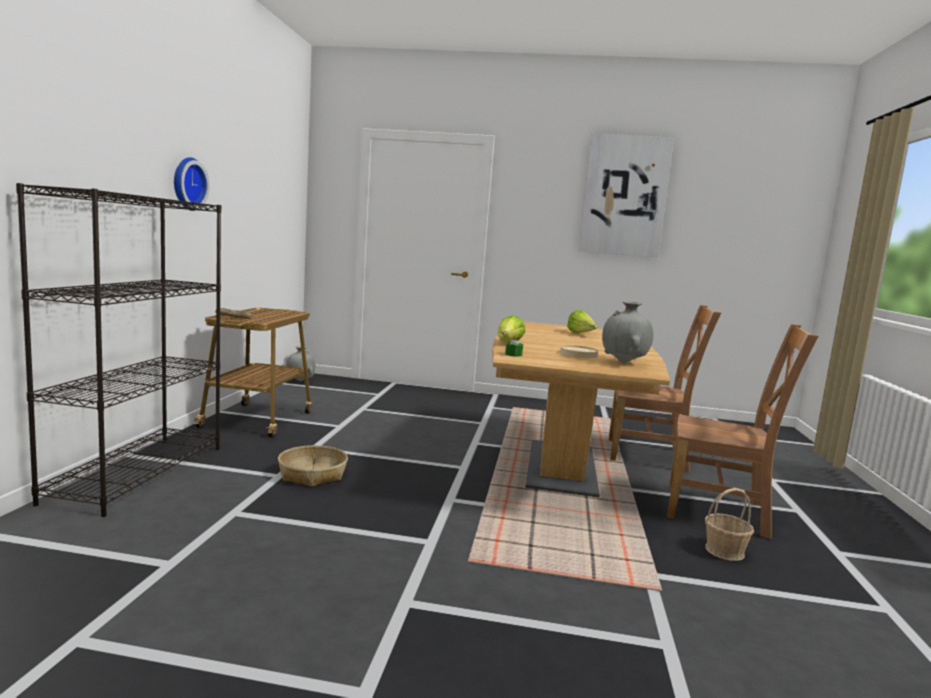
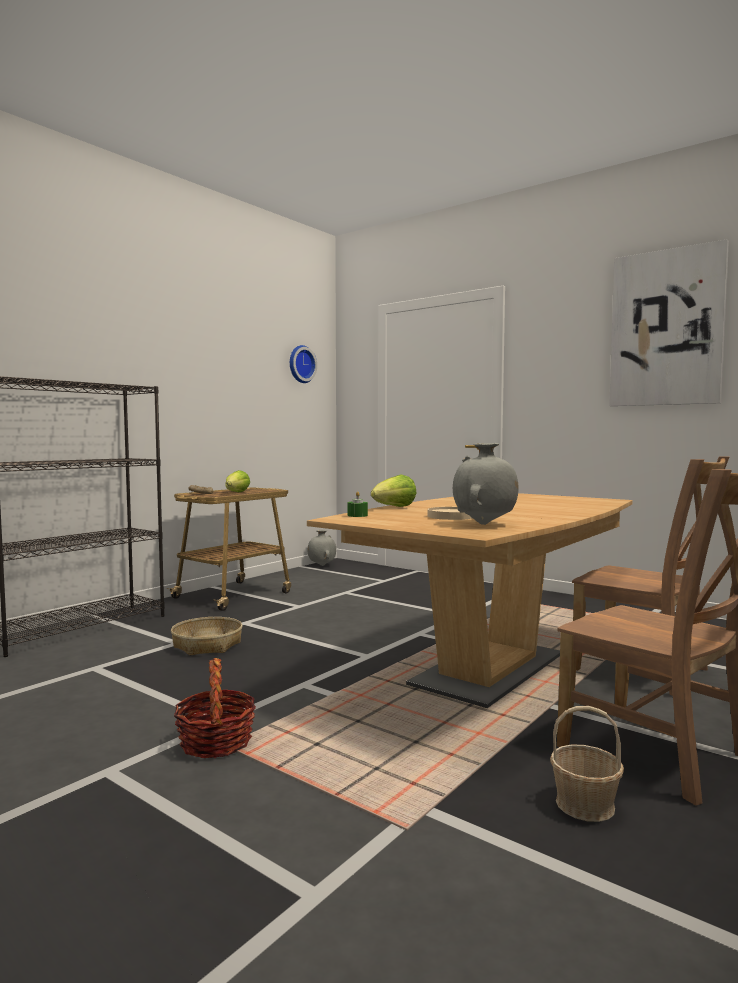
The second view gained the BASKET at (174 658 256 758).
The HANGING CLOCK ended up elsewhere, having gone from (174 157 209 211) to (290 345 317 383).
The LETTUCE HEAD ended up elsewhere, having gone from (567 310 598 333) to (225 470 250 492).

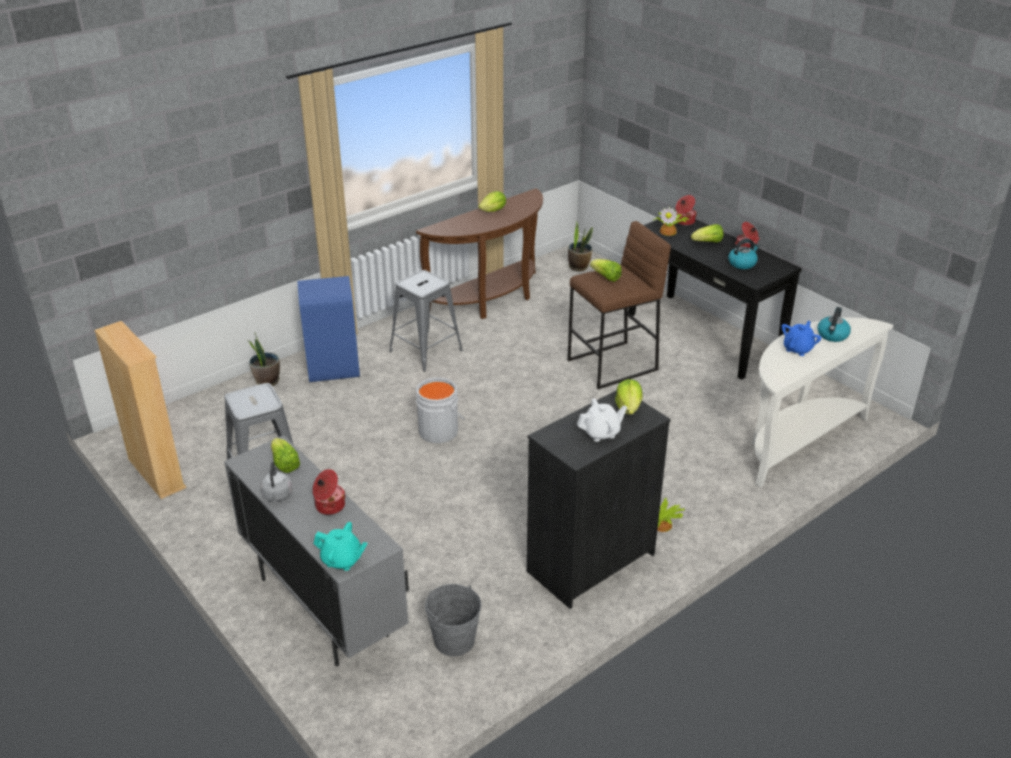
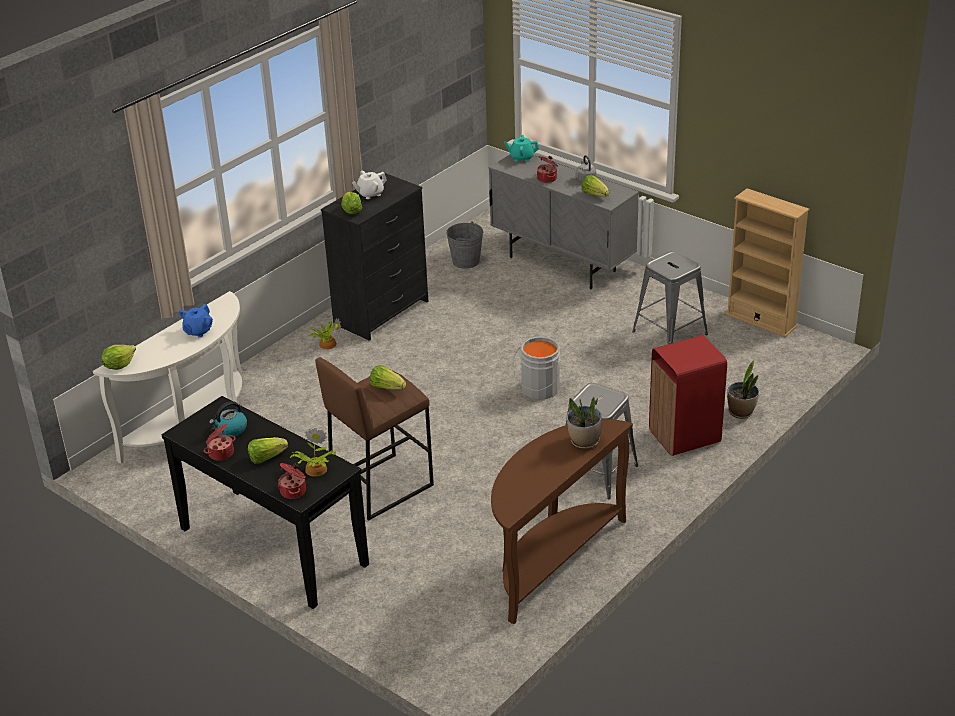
The second view lost the WATER KETTLE at (817 307 851 342).
The LETTUCE HEAD ended up elsewhere, having gone from (478 191 506 212) to (102 345 136 370).
The PLANT IN A POT ended up elsewhere, having gone from (568 221 593 271) to (567 396 602 449).
What was the BLUE RUBBISH BIN at (297 276 360 382) turned into the REDDISH RUBBISH BIN at (649 335 727 456).

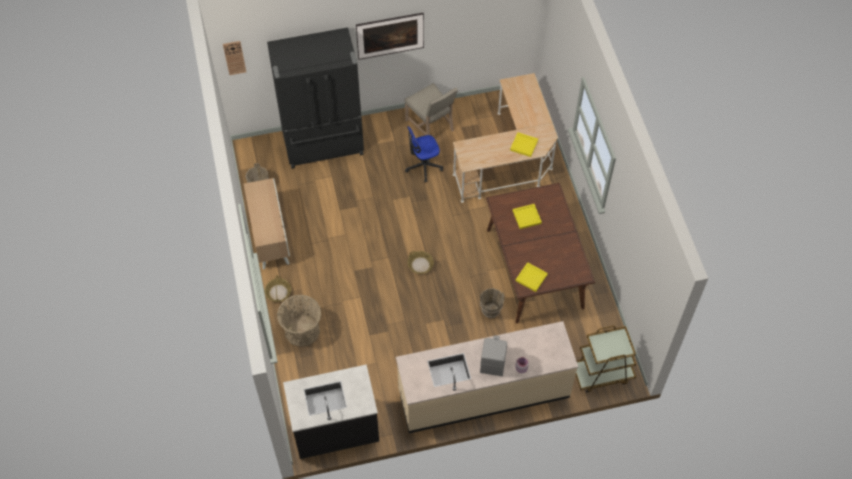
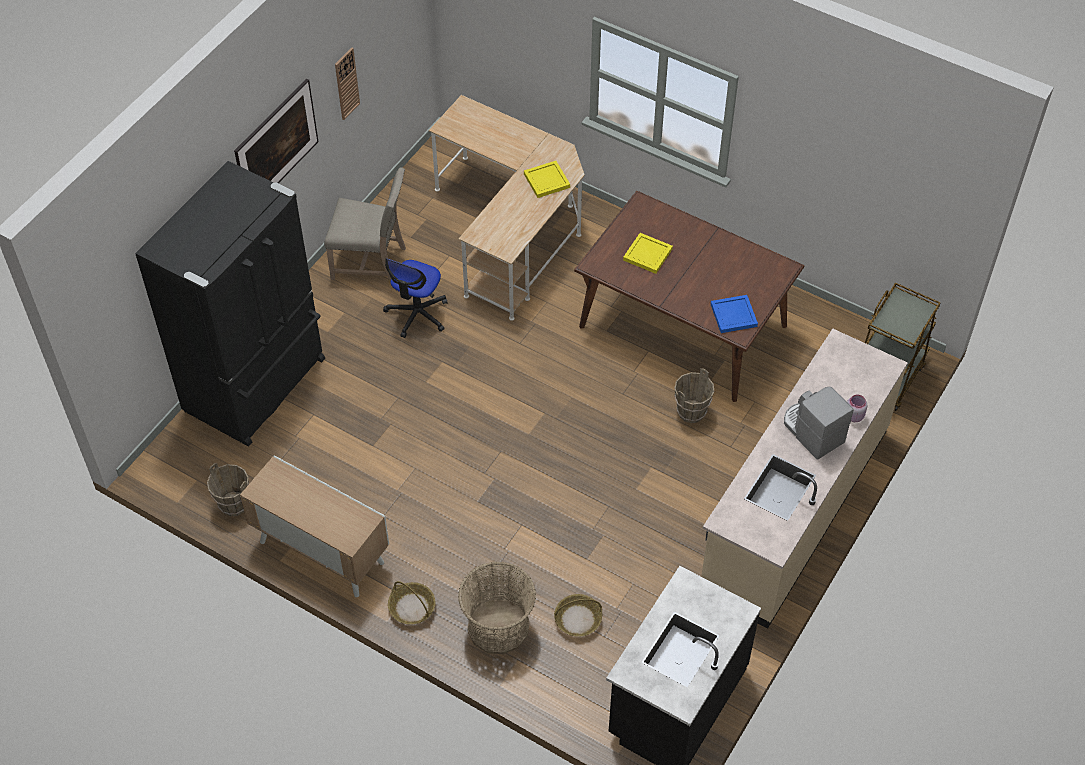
The HANGING CLOCK ended up elsewhere, having gone from (223 41 246 75) to (335 47 360 120).
The BASKET ended up elsewhere, having gone from (407 251 434 274) to (554 594 602 637).
What was the YELLOWISH TRAY at (515 262 548 292) turned into the BLUE TRAY at (711 295 758 333).

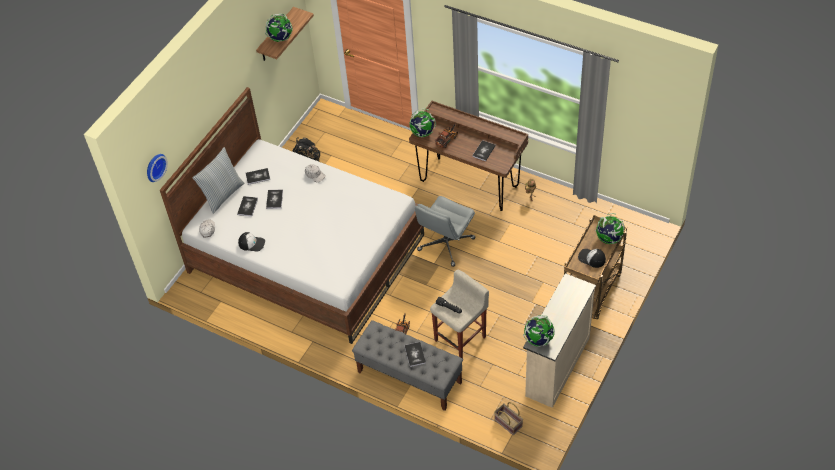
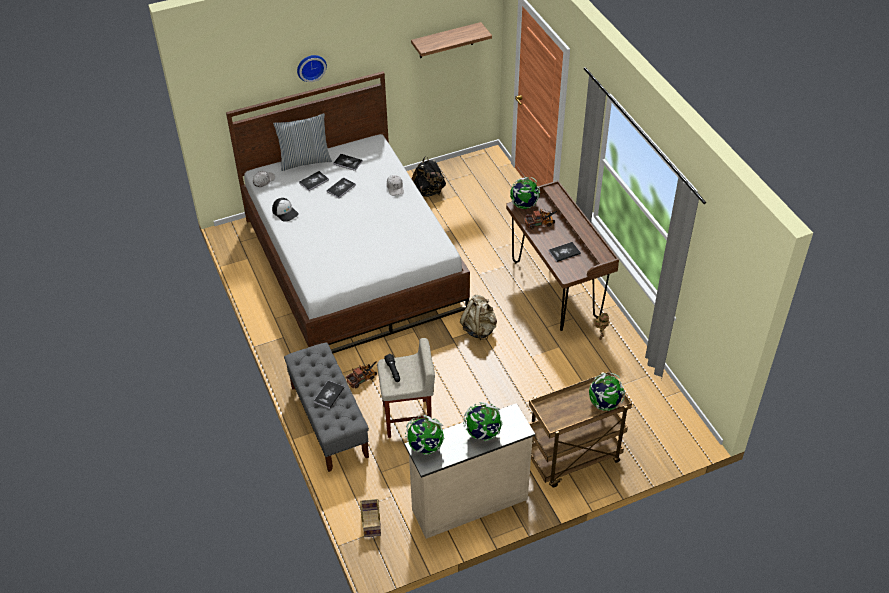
The second view lost the PEAKED CAP at (578 249 606 268).
The HANGING CLOCK ended up elsewhere, having gone from (147 154 168 182) to (297 55 327 82).
The GLOBE ended up elsewhere, having gone from (265 13 293 42) to (463 402 502 441).
Where the GREYISH COMPUTER CHAIR stood at (415 196 475 267), the BEIGE BACKPACK came to stand at (460 295 497 340).

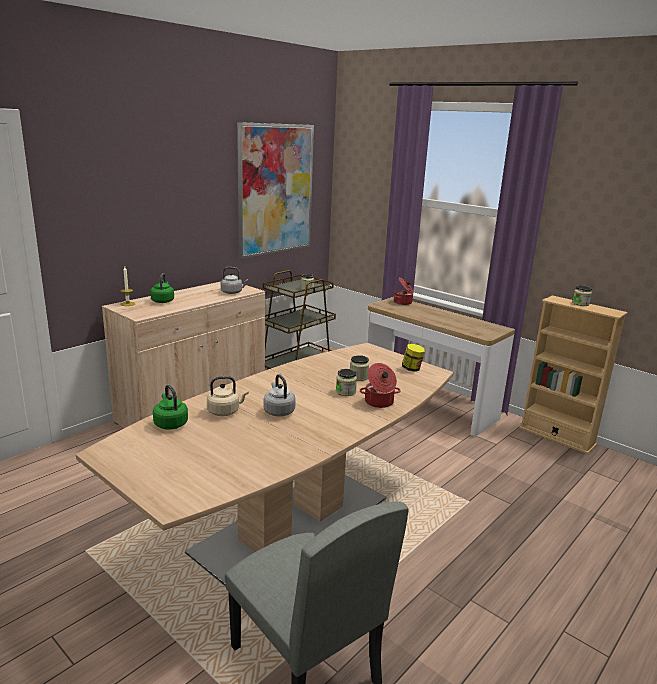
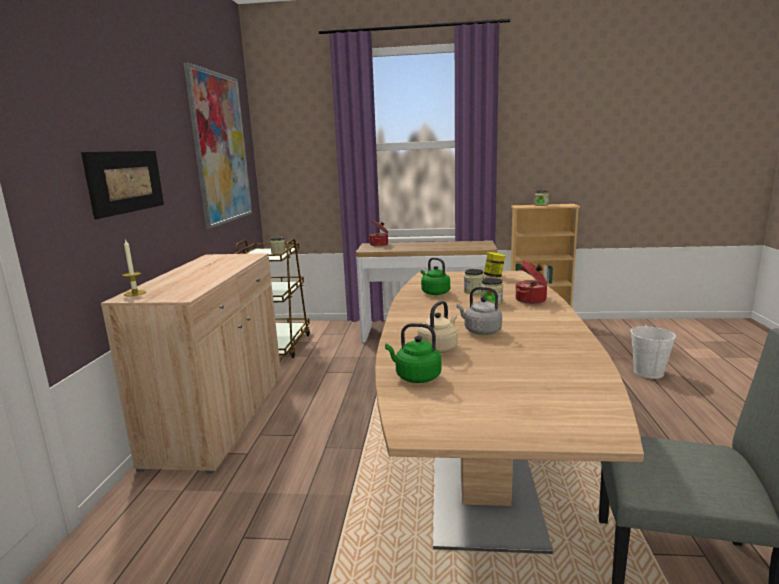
The second view lost the GREYISH WATER KETTLE at (221 267 248 294).
The second view gained the PICTURE at (81 151 164 219).
The second view gained the WHITISH BUCKET at (630 325 676 379).
The GREEN WATER KETTLE ended up elsewhere, having gone from (150 273 174 303) to (421 257 450 295).

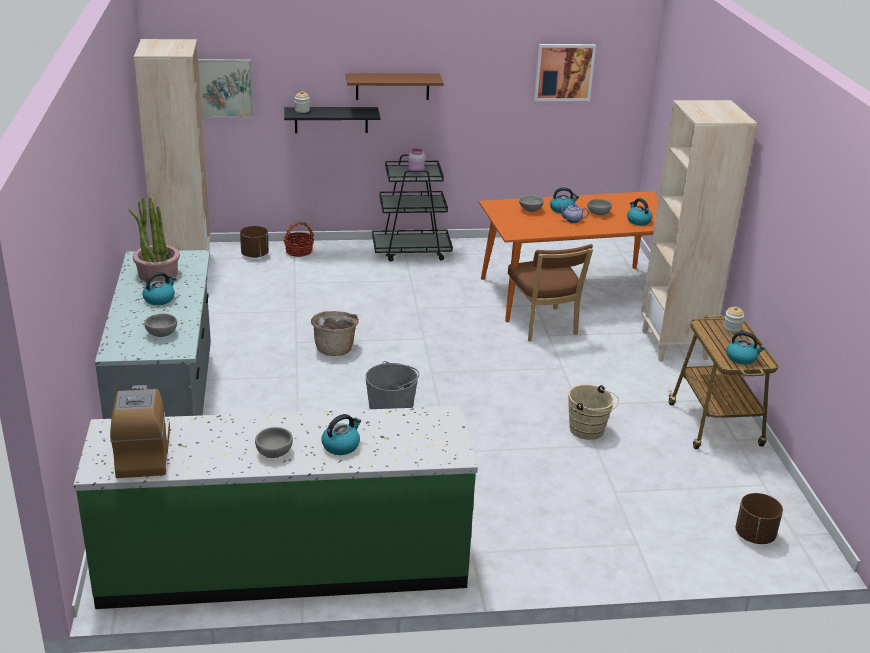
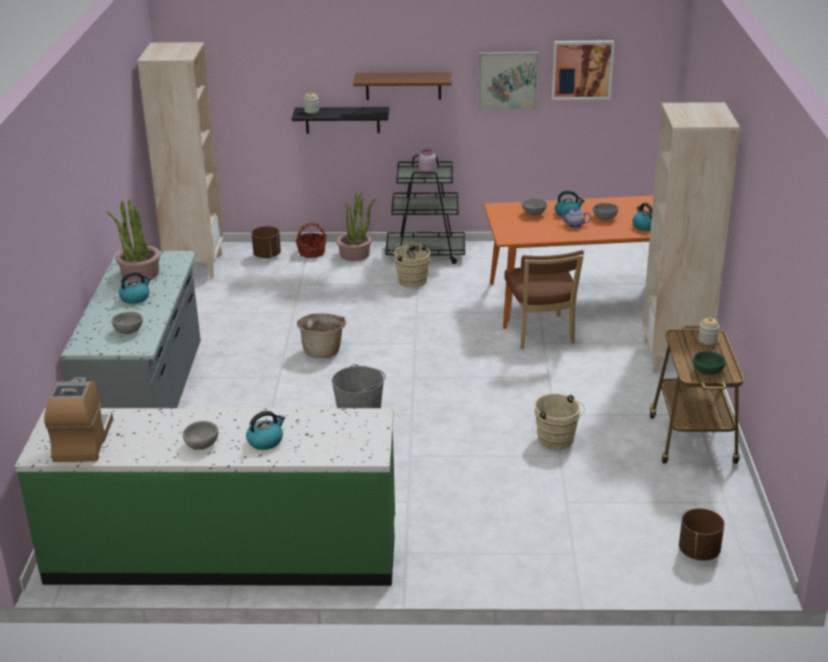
The second view gained the PLANT IN A POT at (336 193 376 261).
The second view gained the BEIGE BUCKET at (391 242 430 288).
The PICTURE ended up elsewhere, having gone from (198 59 254 117) to (478 52 539 110).
Where the WATER KETTLE stood at (727 331 765 365), the GREEN SERVING BOWL came to stand at (693 351 726 375).

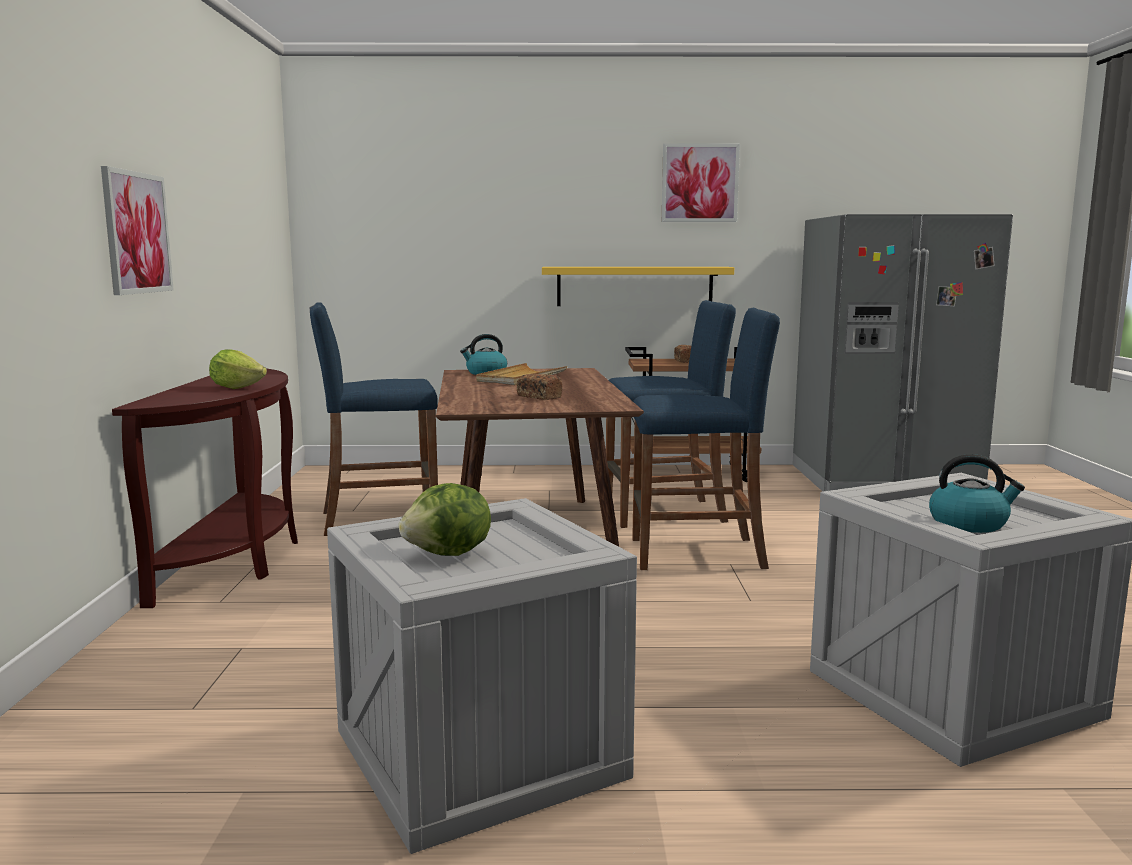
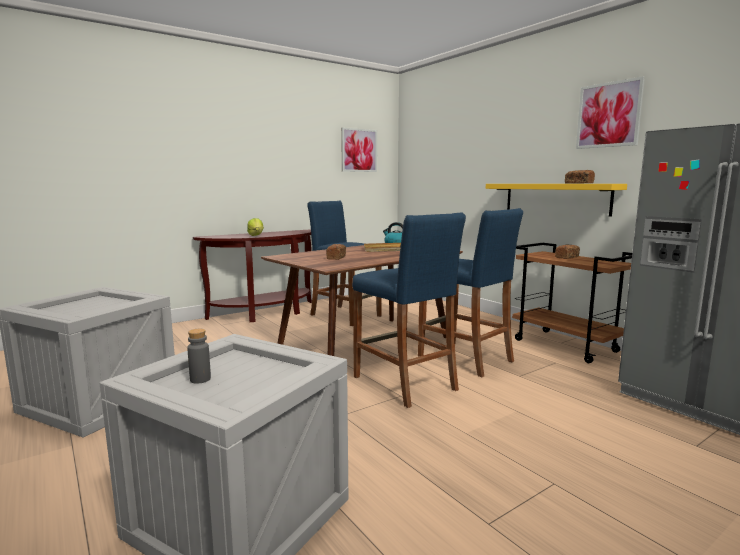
The second view lost the LETTUCE HEAD at (399 483 491 556).
The second view gained the BREAD at (565 170 595 184).
The PICTURE ended up elsewhere, having gone from (101 166 174 295) to (341 127 377 172).
Where the WATER KETTLE stood at (929 454 1025 533), the GREYISH DRINK BOTTLE came to stand at (187 329 211 384).

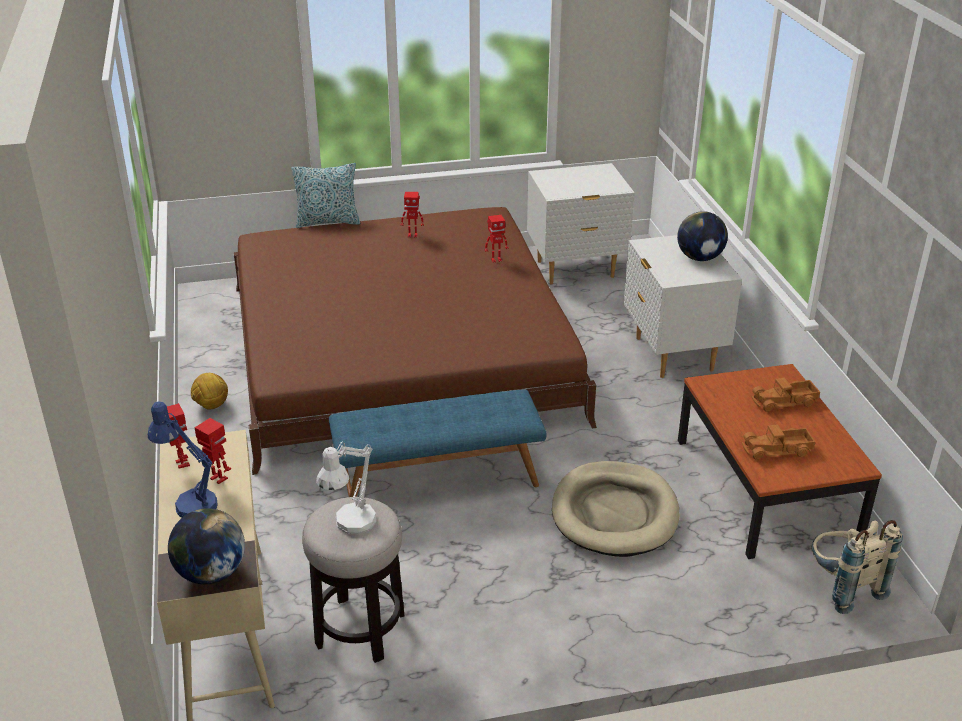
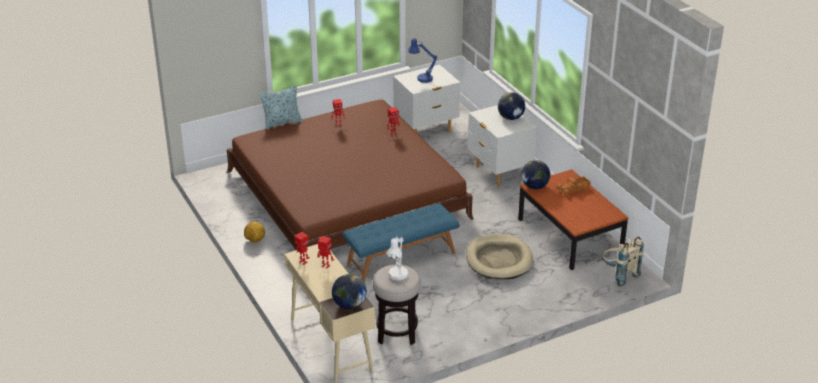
The second view lost the TOY LORRY at (742 424 815 460).
The second view gained the GLOBE at (521 160 550 189).
The BLUE TABLETOP LAMP ended up elsewhere, having gone from (148 401 218 517) to (408 38 438 83).

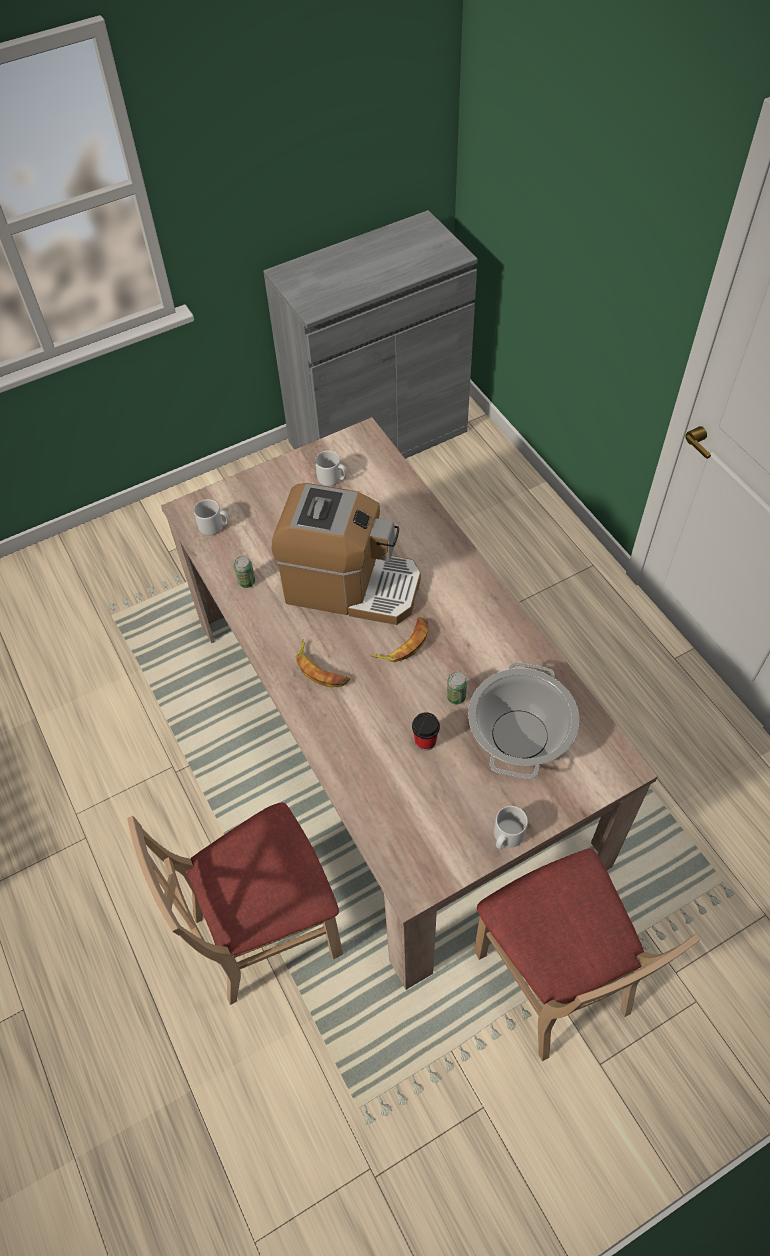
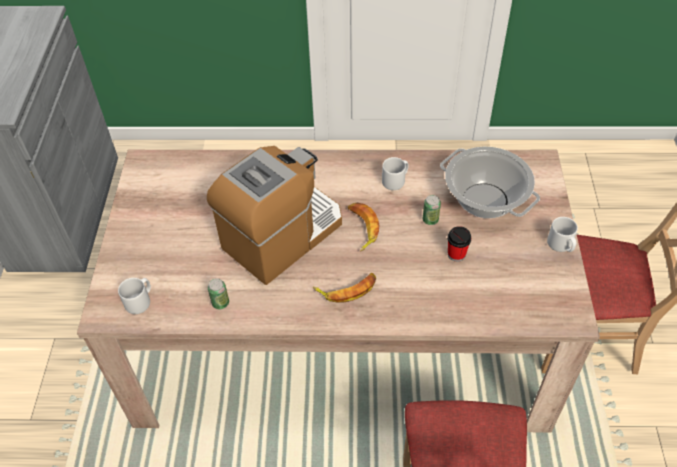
The GREYISH TEA MUG ended up elsewhere, having gone from (315 451 347 486) to (382 157 409 190).

